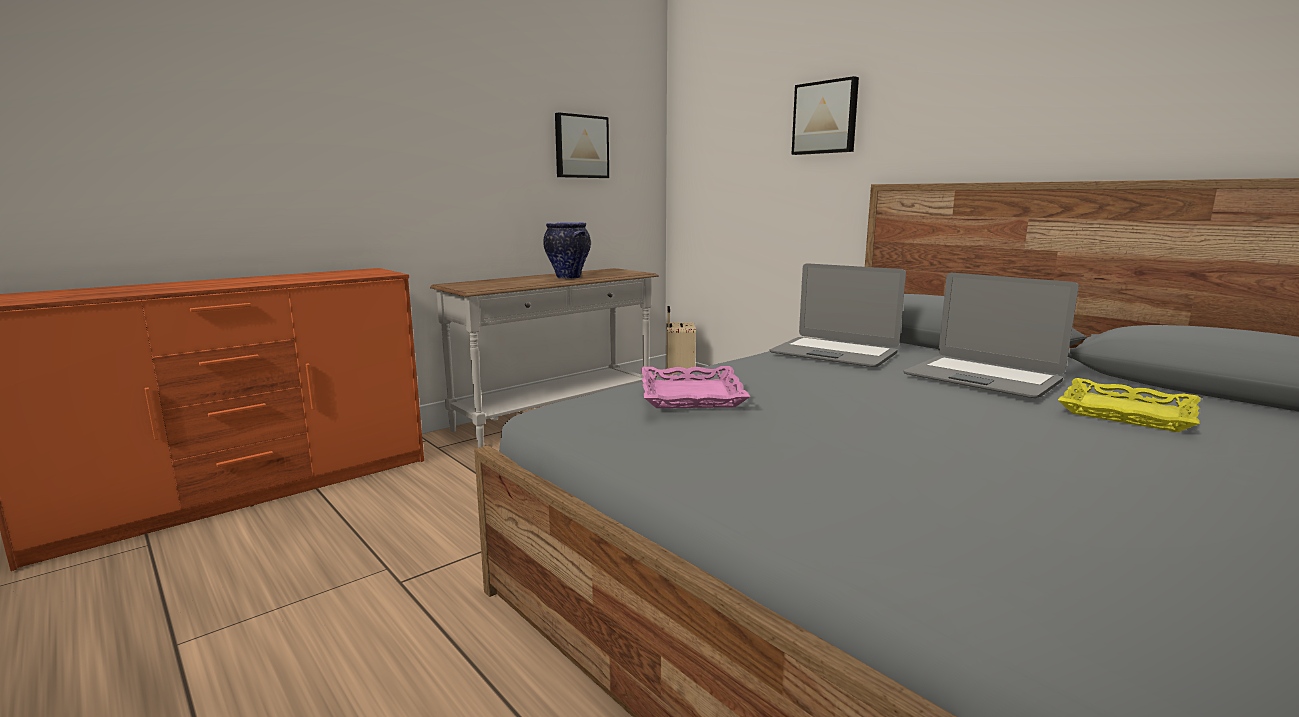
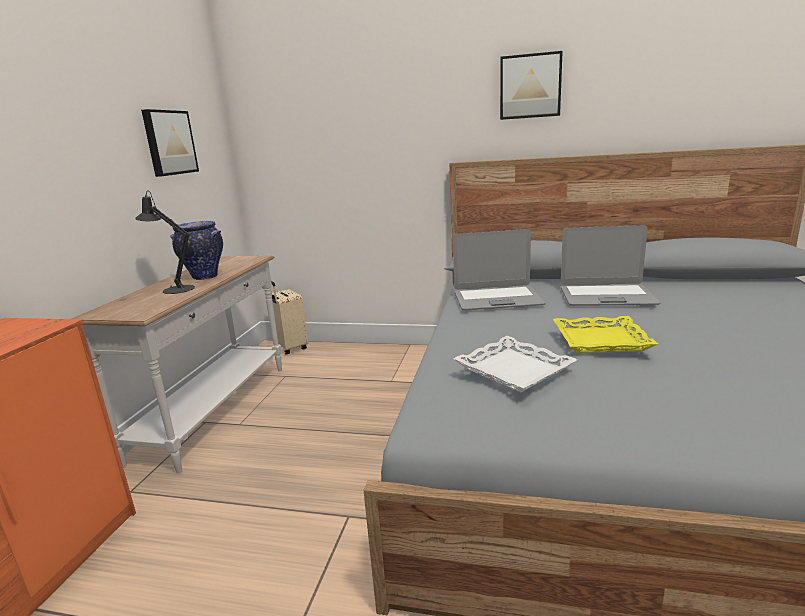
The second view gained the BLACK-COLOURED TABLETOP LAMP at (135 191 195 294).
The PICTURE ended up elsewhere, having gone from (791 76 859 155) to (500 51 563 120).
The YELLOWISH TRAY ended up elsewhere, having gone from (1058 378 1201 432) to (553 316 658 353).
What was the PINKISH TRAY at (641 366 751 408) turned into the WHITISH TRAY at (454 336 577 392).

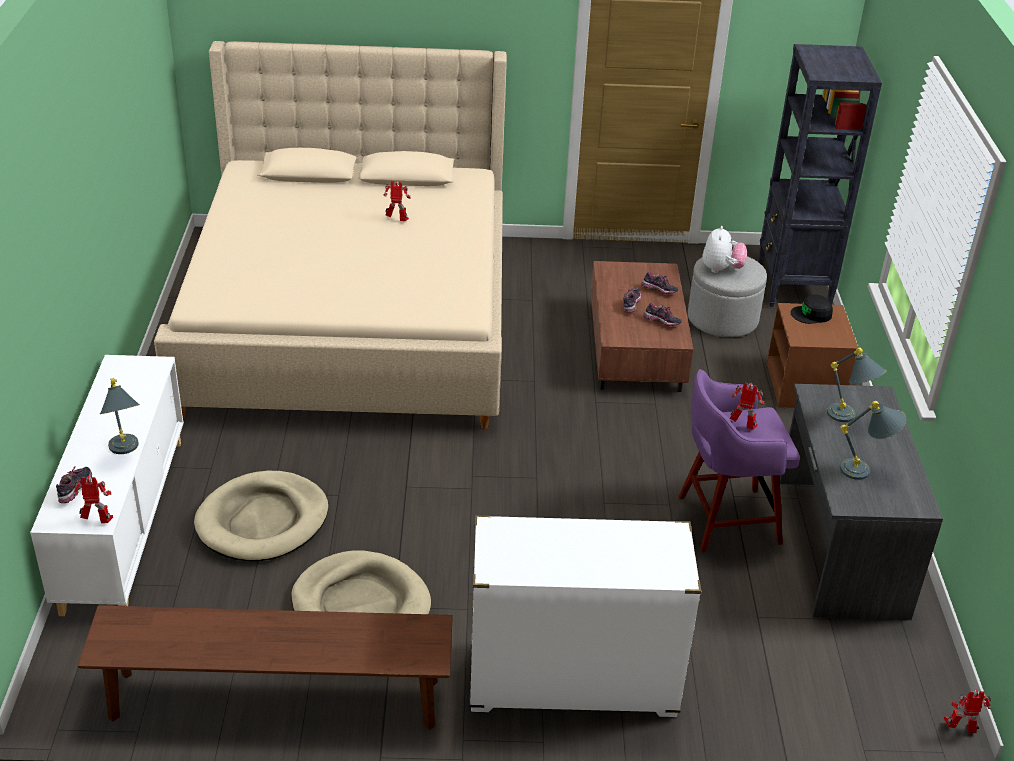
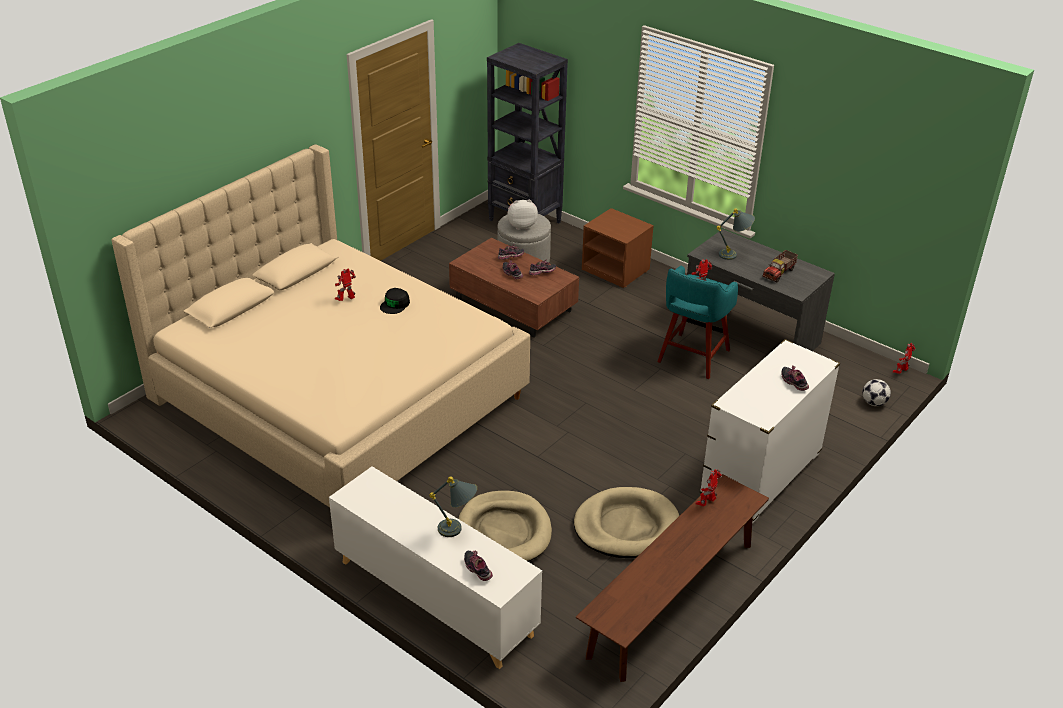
The second view gained the LOW SHOE at (781 365 809 391).
The second view gained the FOOTBALL at (862 379 891 406).
The ROBOT FIGURE ended up elsewhere, having gone from (73 476 113 523) to (696 469 722 506).
The BLACK-COLOURED PEAKED CAP ended up elsewhere, having gone from (790 294 833 324) to (380 288 410 314).
Where the GREYISH TABLETOP LAMP stood at (840 401 906 480), the TOY LORRY came to stand at (763 250 798 282).
What was the PURPLISH SITTING STOOL at (678 369 800 552) turned into the TURQUOISE SITTING STOOL at (657 266 738 379).
The SOFT TOY at (703 226 747 273) ended up facing another way, 60 degrees counterclockwise from before.

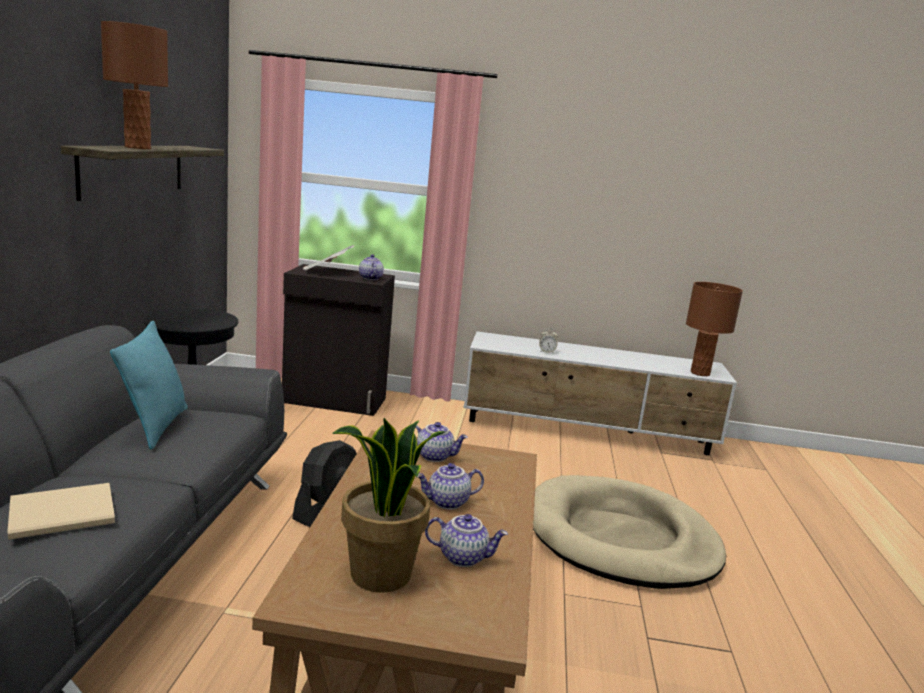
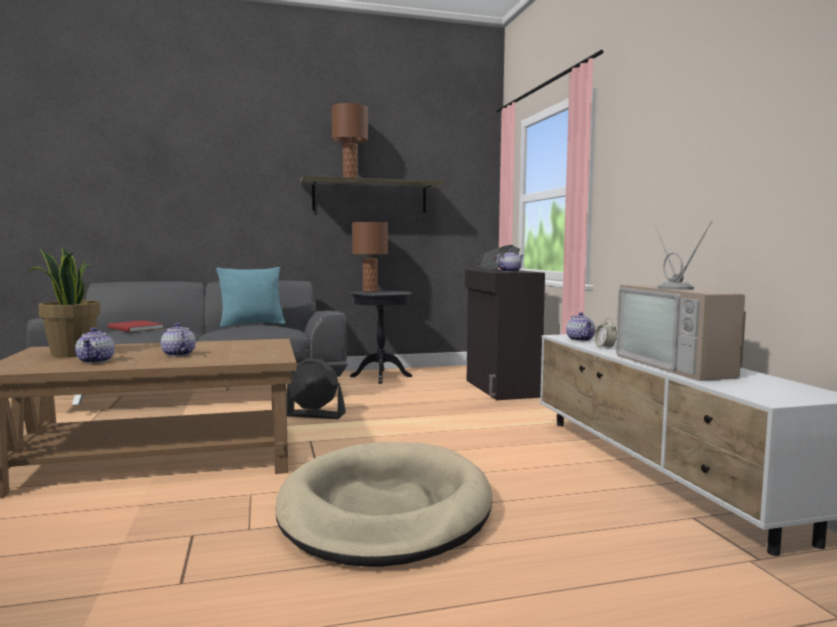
The second view gained the TELEVISION at (616 221 746 381).
The TEAPOT ended up elsewhere, having gone from (415 422 468 462) to (566 312 595 341).
The BROWNISH TABLETOP LAMP ended up elsewhere, having gone from (686 282 743 376) to (352 222 388 292).
What was the BEIGE VOLUME at (8 483 115 540) turned into the REDDISH VOLUME at (108 320 164 332).

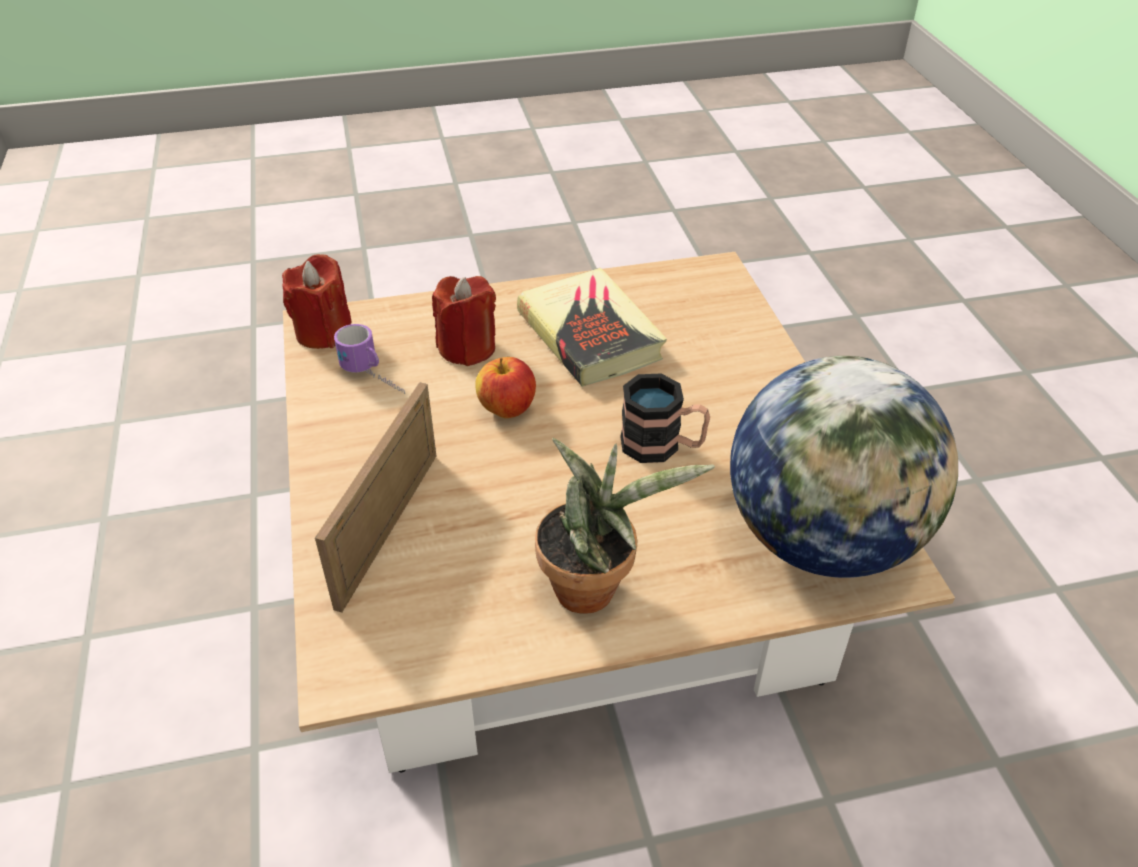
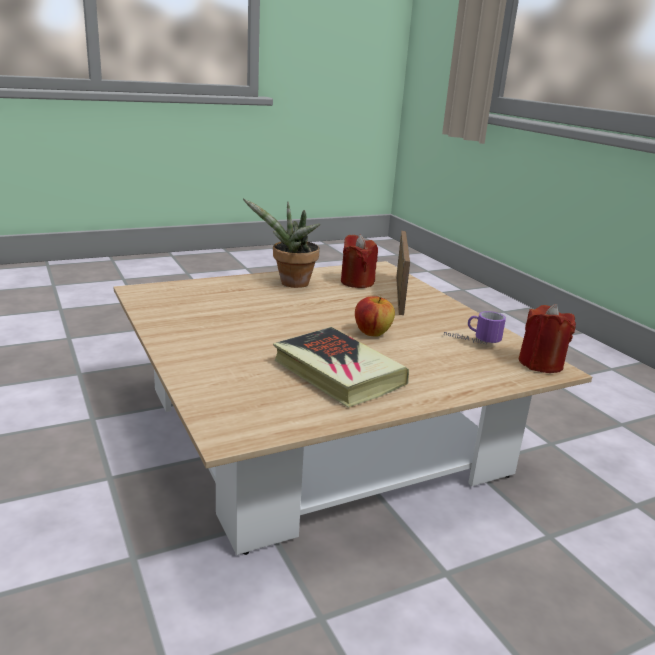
The second view lost the TEA MUG at (620 374 710 463).
The second view lost the GLOBE at (730 356 958 578).
The REDDISH WAX LIGHT ended up elsewhere, having gone from (432 276 496 366) to (341 234 378 288).

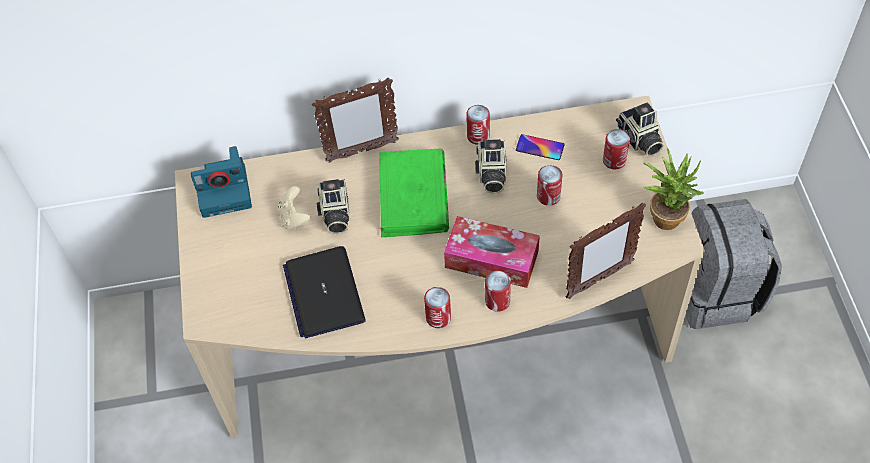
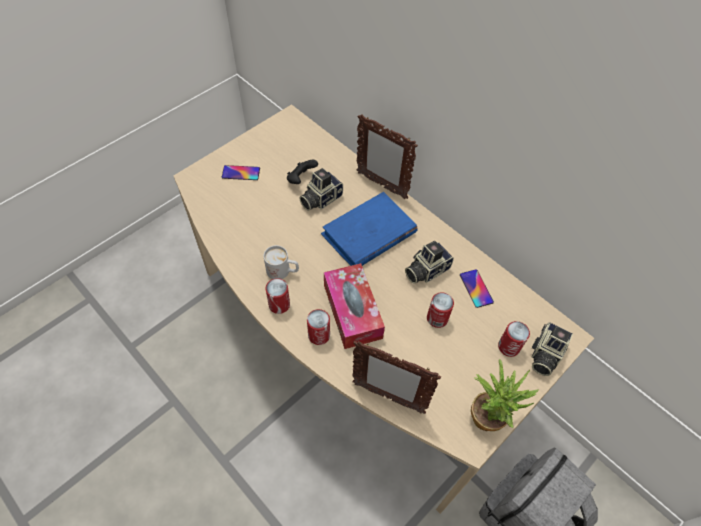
The second view lost the PHOTO CAMERA at (191 146 252 218).
The second view lost the NOTEBOOK COMPUTER at (283 246 366 338).
The second view lost the SEALED CAN at (466 105 490 145).
The second view gained the PHONE at (222 165 260 180).
The second view gained the WHITISH TEA MUG at (264 245 299 279).
What was the BEIGE GAMEPAD at (278 186 310 230) turned into the BLACK-COLOURED GAMEPAD at (287 160 318 184).
What was the GREEN VOLUME at (379 149 449 237) turned into the BLUE VOLUME at (321 192 417 266).

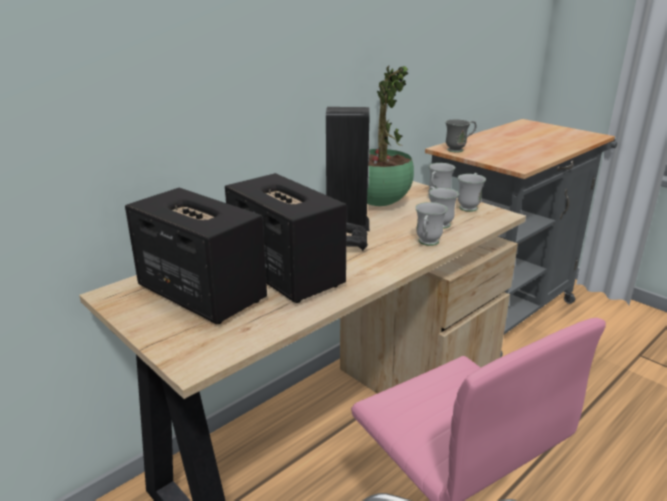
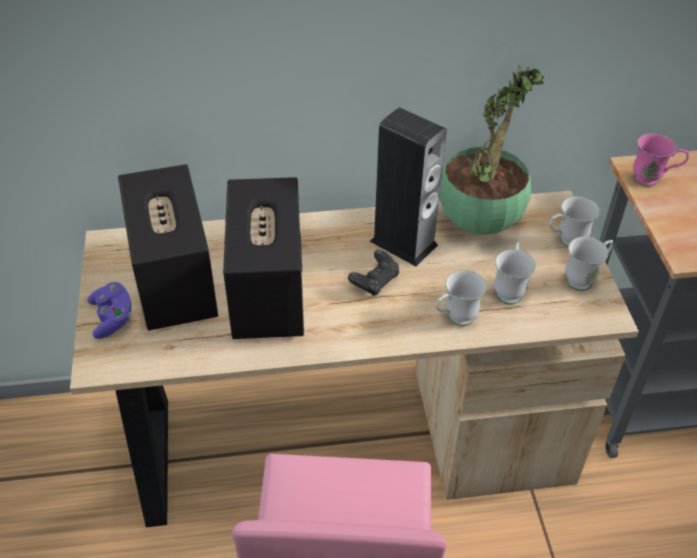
The second view gained the PURPLISH GAMEPAD at (87 282 131 339).
What was the GREYISH TEA MUG at (445 119 476 153) turned into the PINKISH TEA MUG at (633 134 689 186).

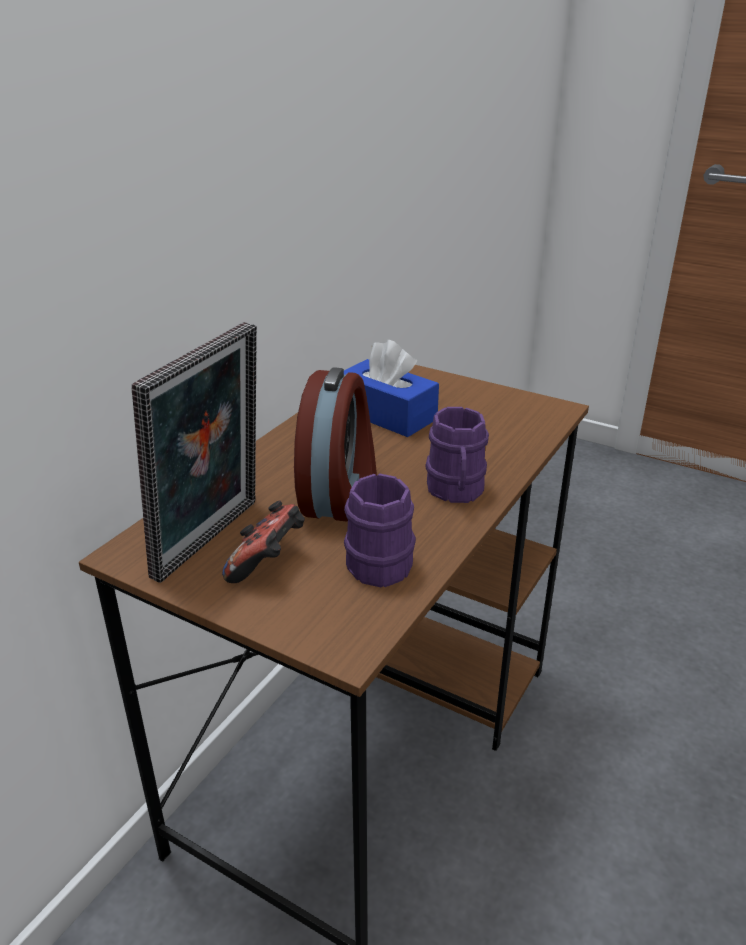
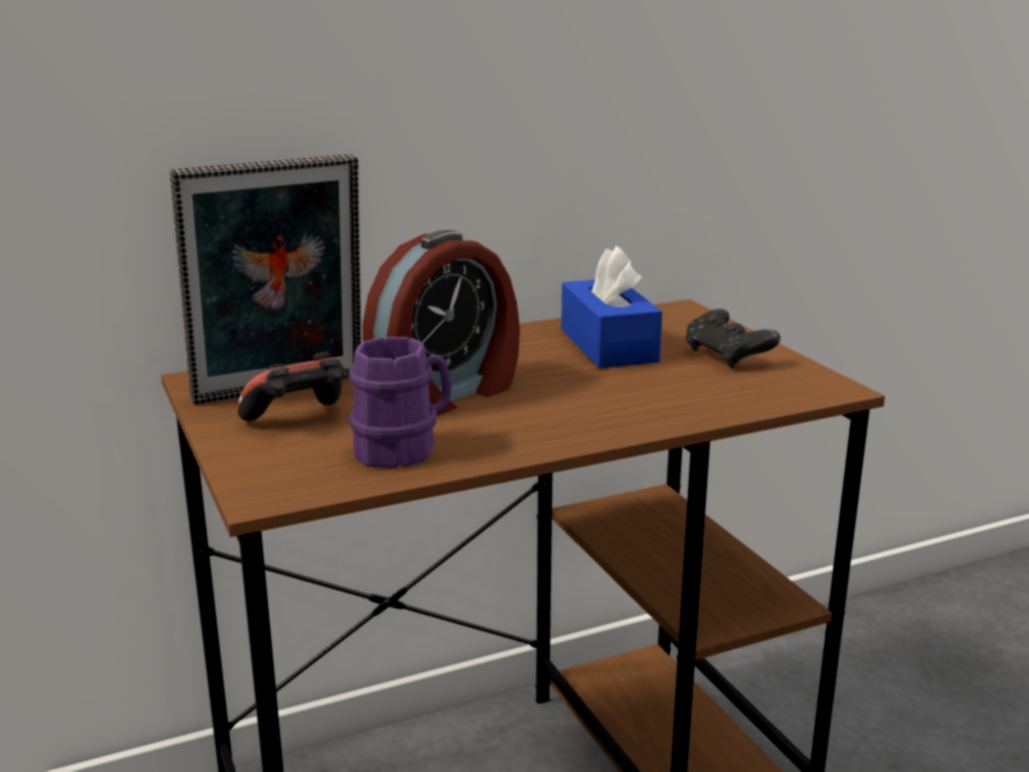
The second view lost the PURPLISH TEA MUG at (425 407 489 503).
The second view gained the BLACK-COLOURED GAMEPAD at (686 309 781 368).

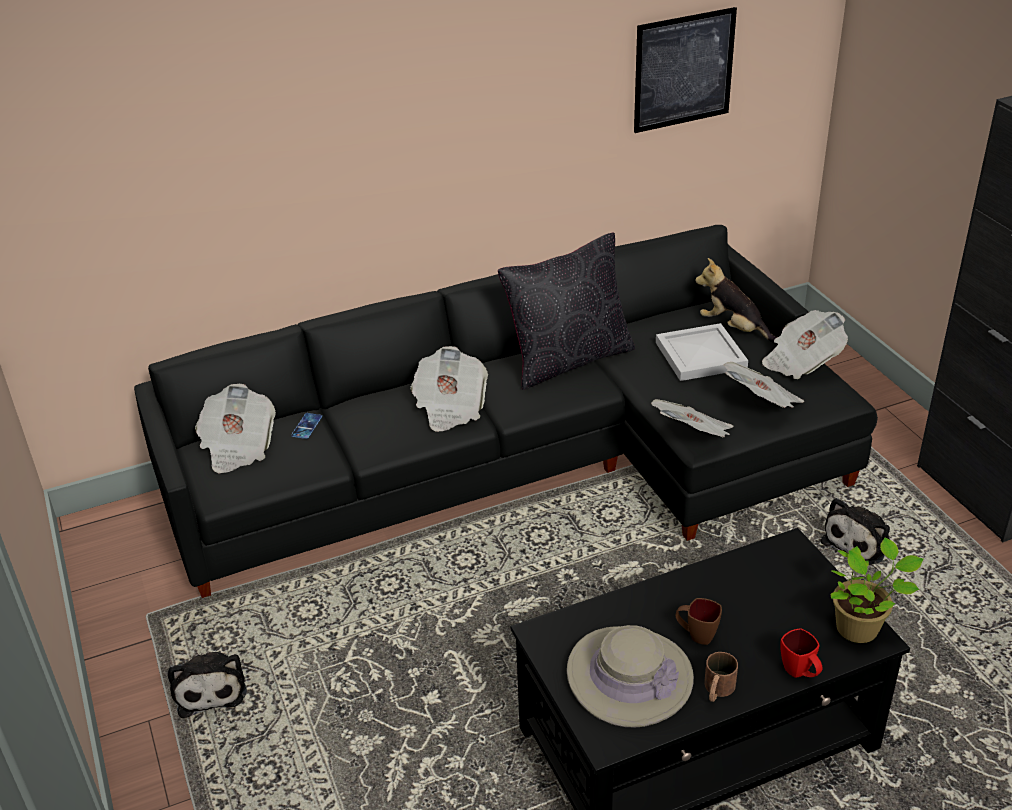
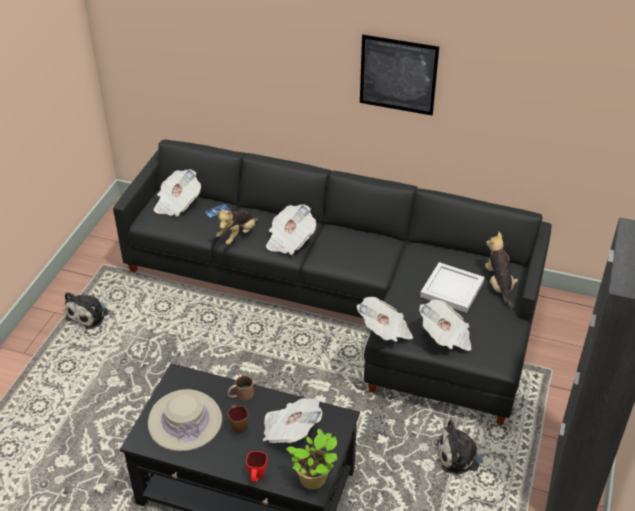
The second view lost the BLACK-COLOURED PILLOW at (498 233 635 390).
The second view gained the SOFT TOY at (216 210 259 245).
The PICTURE ended up elsewhere, having gone from (634 7 737 133) to (360 35 439 115).
The BROWNISH TEA MUG ended up elsewhere, having gone from (704 652 738 702) to (227 376 254 401).
The NEWSPAPER ended up elsewhere, having gone from (762 310 848 379) to (263 398 323 443).

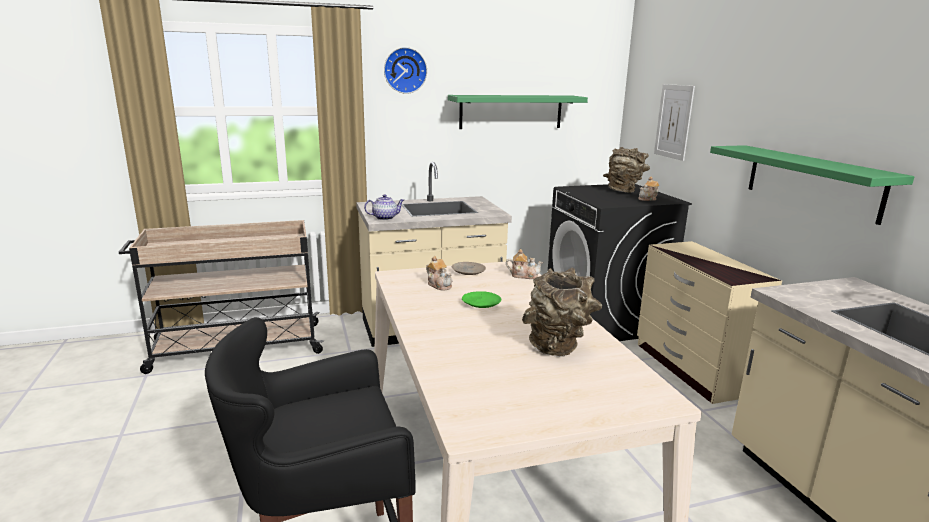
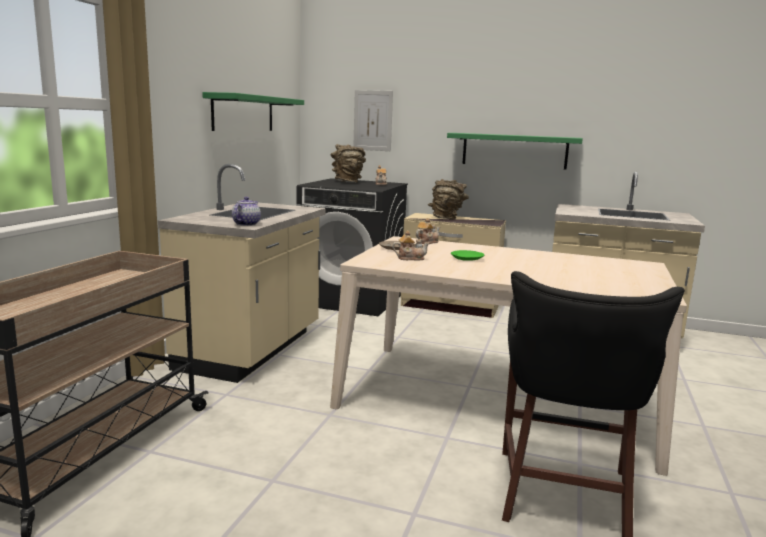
The second view lost the HANGING CLOCK at (384 47 427 94).
The BROWNISH FLOWER VASE ended up elsewhere, having gone from (522 268 602 357) to (428 179 469 220).

